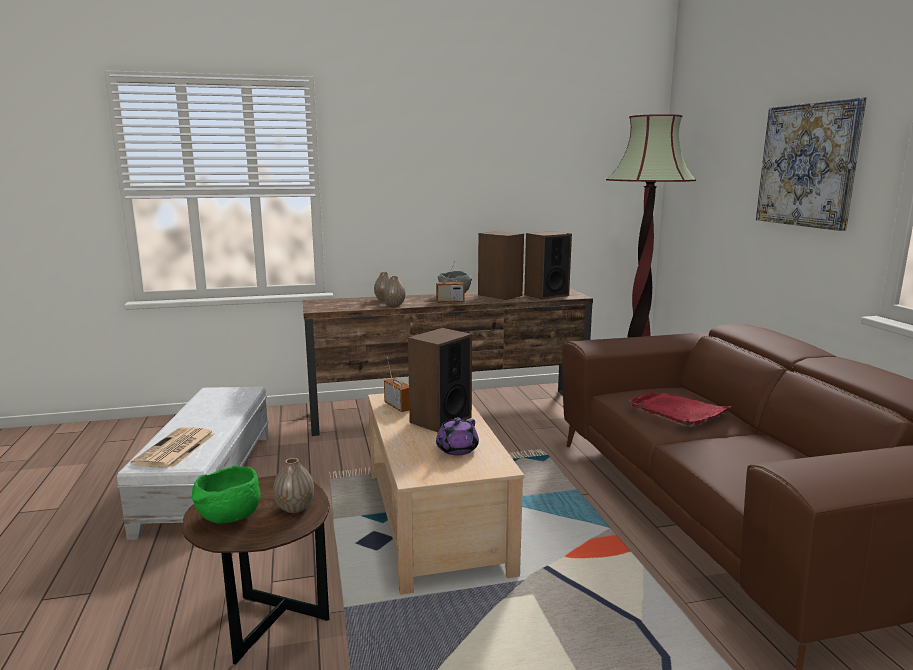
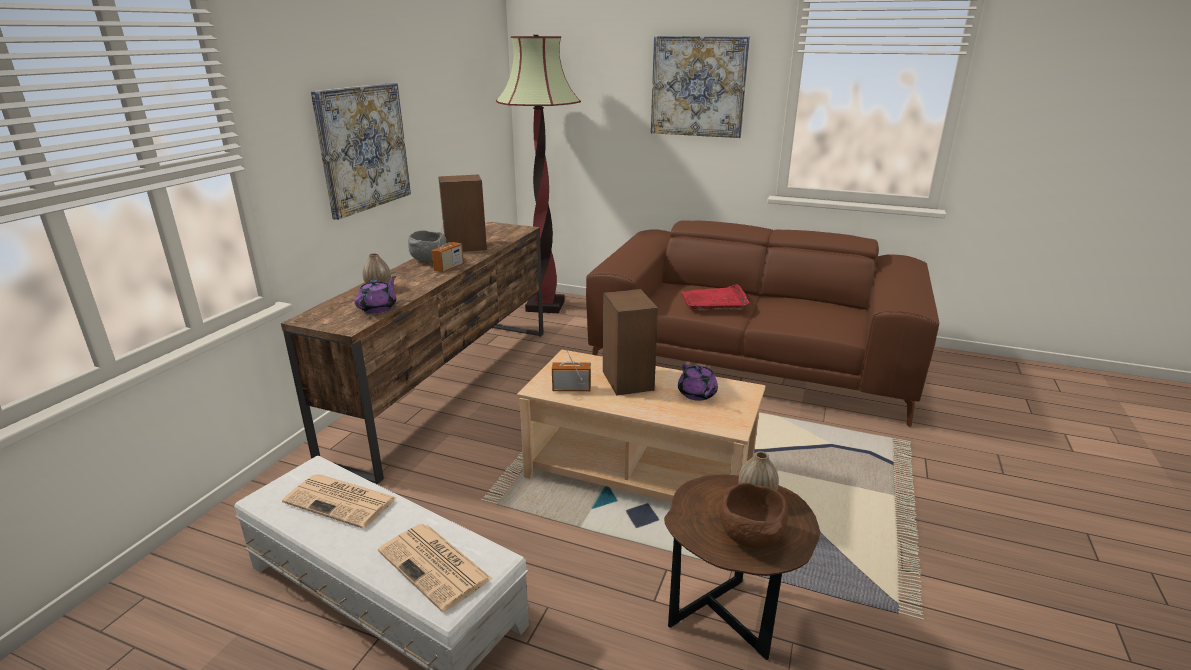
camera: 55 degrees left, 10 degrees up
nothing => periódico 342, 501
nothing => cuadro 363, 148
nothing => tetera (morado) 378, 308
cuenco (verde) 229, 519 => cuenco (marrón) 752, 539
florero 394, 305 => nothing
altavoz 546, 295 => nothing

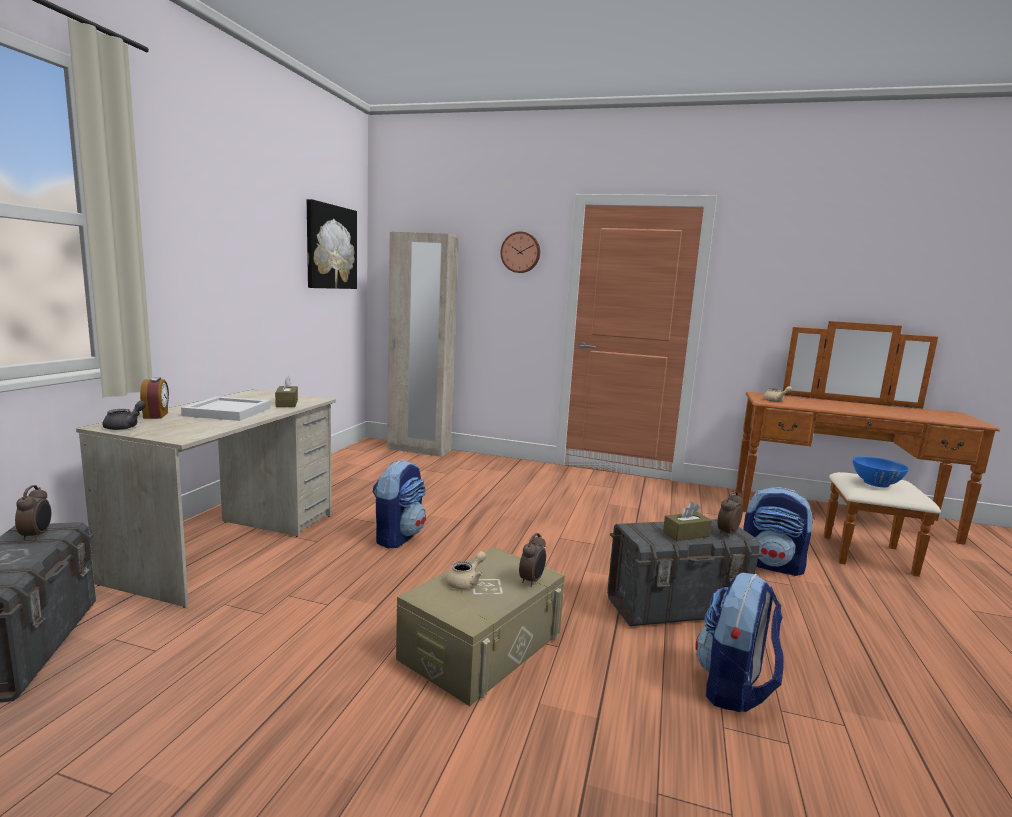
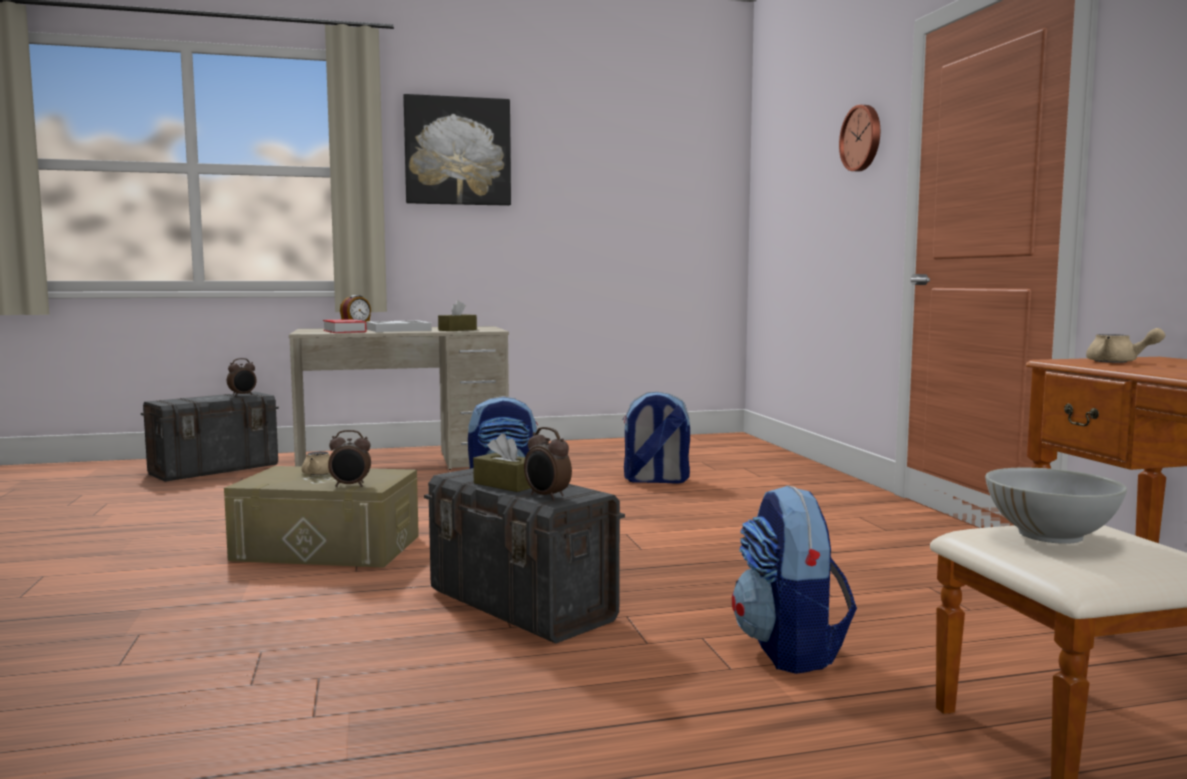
camera: 60 degrees right, 5 degrees down
nothing => libro 344, 331
cuadro 330, 247 => cuadro 457, 151, shifted
despertador 726, 533 => despertador 547, 497, 150 degrees counterclockwise
mochila 734, 688 => mochila 655, 480, shifted
cuenco (azul) 876, 483 => cuenco (blanco) 1051, 535
tetera (gris) 125, 426 => nothing
armario ropero (beis) 418, 450 => nothing

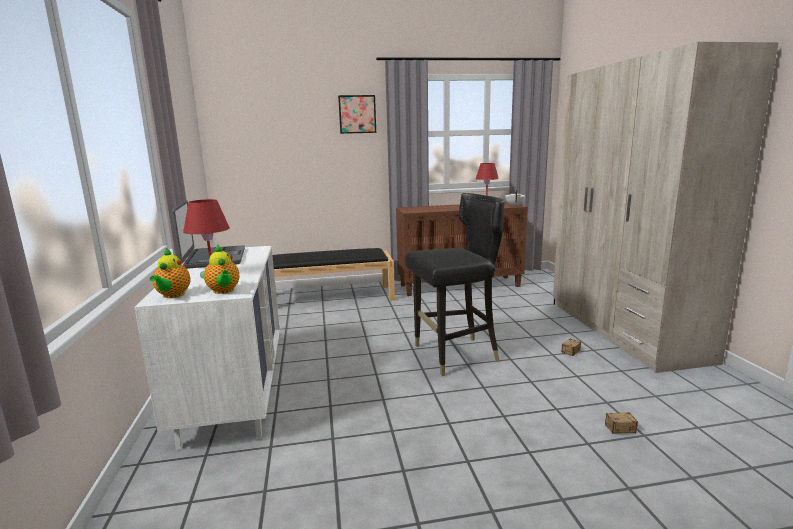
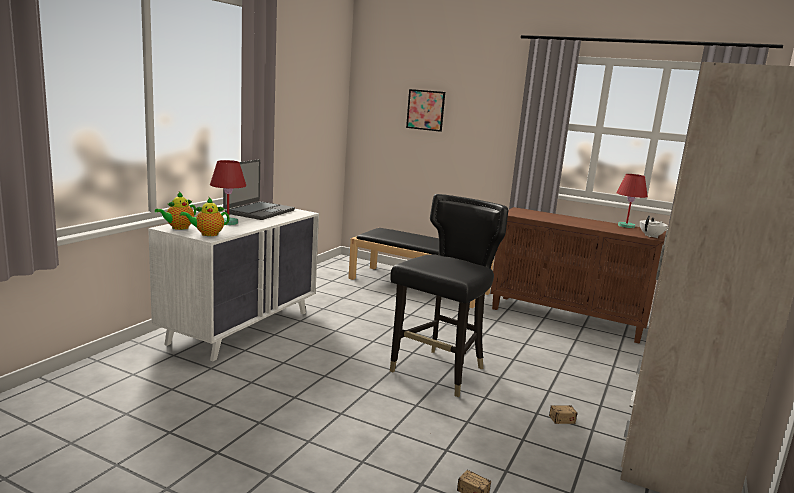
camera: 35 degrees right, 0 degrees up
tetera 224, 291 => tetera 207, 234, 60 degrees clockwise
silla (negro) 455, 355 => silla (negro) 439, 372, 75 degrees counterclockwise
cuadro 357, 114 => cuadro 425, 110, shifted

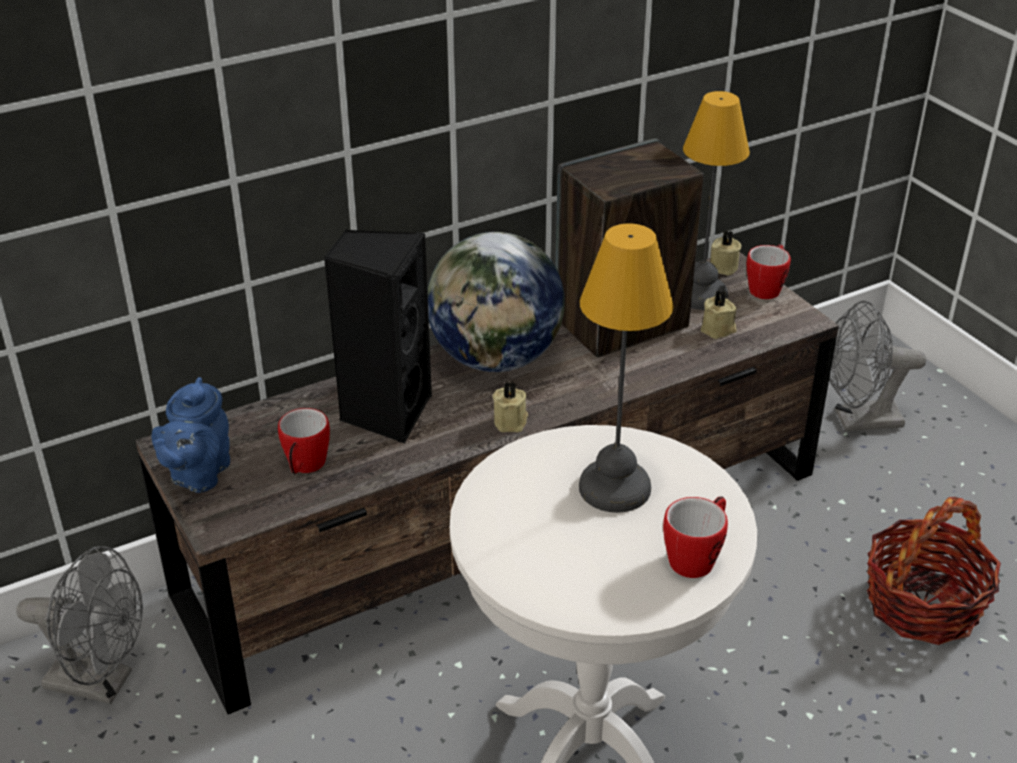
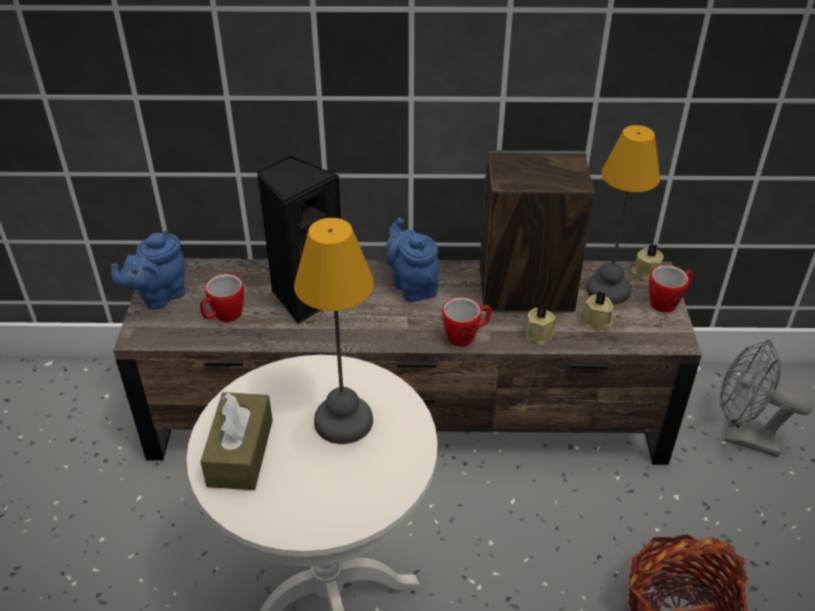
camera: 30 degrees right, 5 degrees up
nothing => caja de pañuelos (marrón) 240, 452
globo terráqueo 496, 359 => tetera (azul) 412, 285
taza grande 697, 557 => taza grande 466, 336, shifted
vela (beis) 511, 421 => vela (beis) 540, 335, shifted
ventilador (gris) 101, 682 => nothing

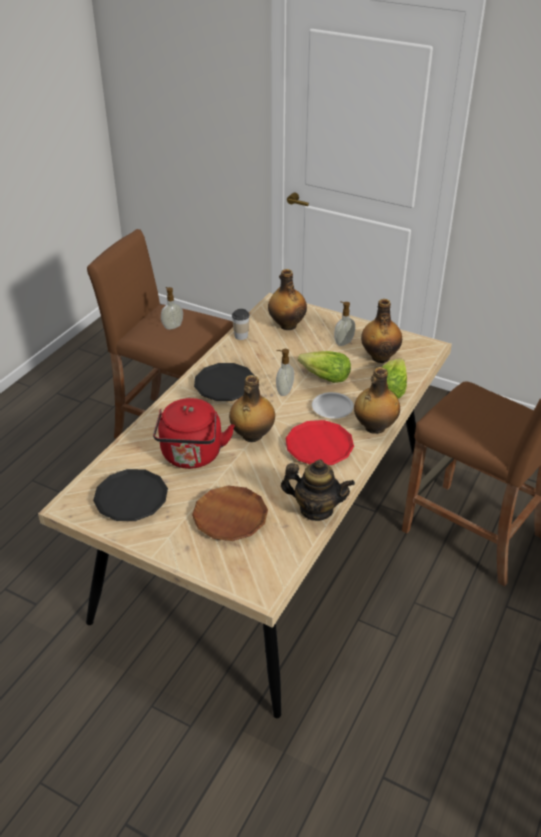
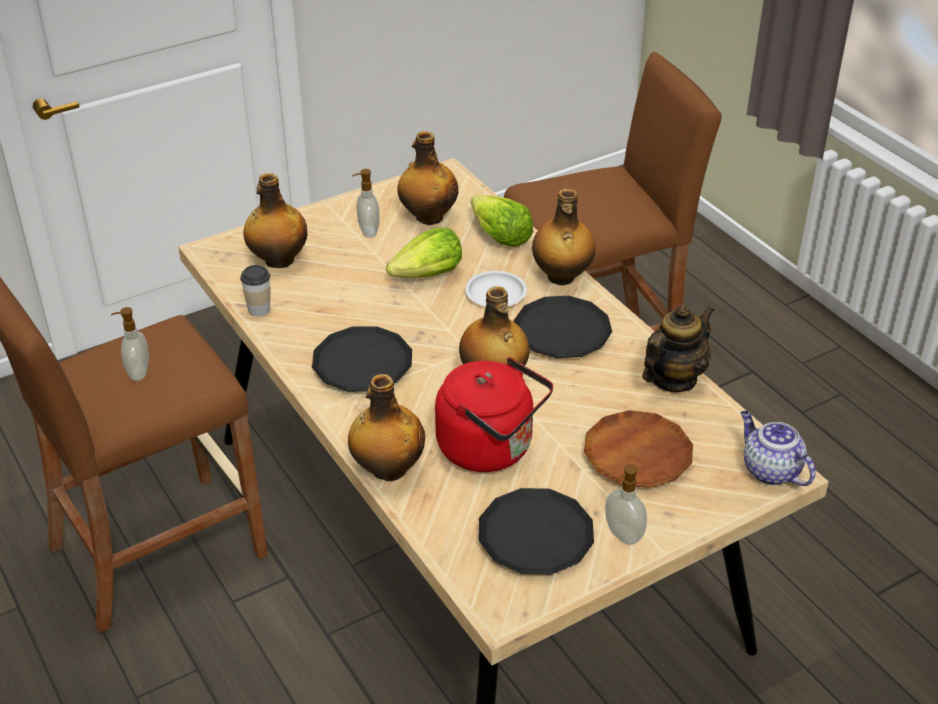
camera: 60 degrees left, 0 degrees up
nothing => botella 387, 469
plato (rojo) 319, 447 => plato (negro) 562, 333
dispensador de jabón 284, 391 => dispensador de jabón 622, 535, shifted
nothing => tetera 769, 470

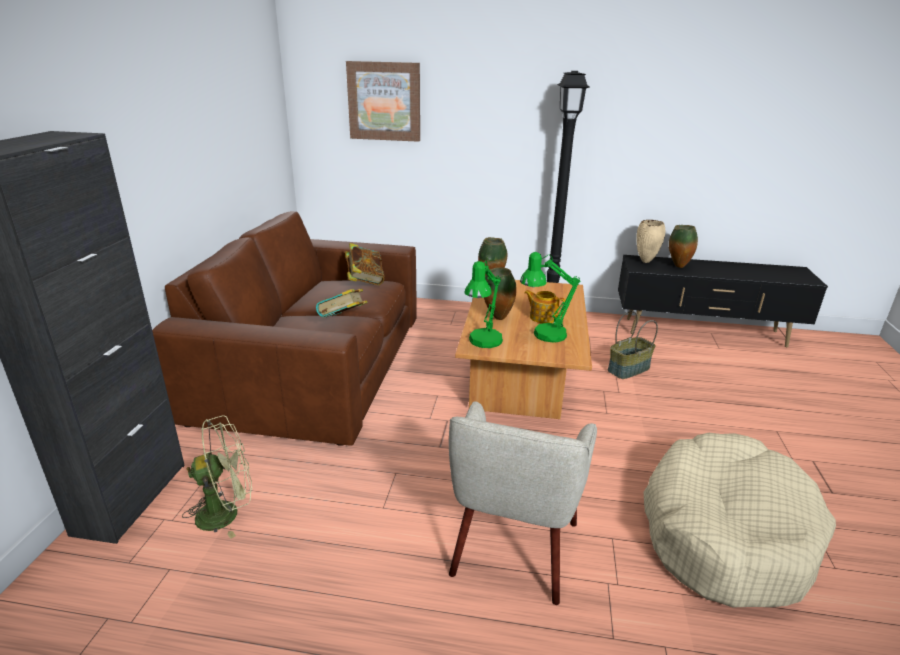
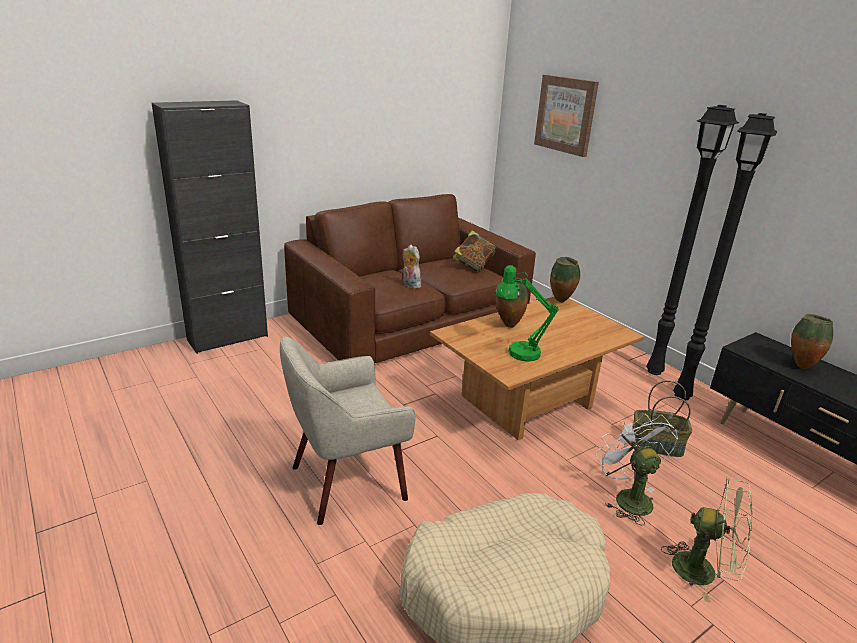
camera: 45 degrees right, 0 degrees up
libro 343, 322 => peluche 410, 285
nothing => ventilador (blanco) 627, 497
ventilador (verde) 227, 512 => ventilador (verde) 704, 571, shifted
nothing => lámpara de pie (negro) 683, 396
lámpara de mesa (verde) 482, 343 => nothing
tetera 543, 317 => nothing
florero (beis) 646, 262 => nothing

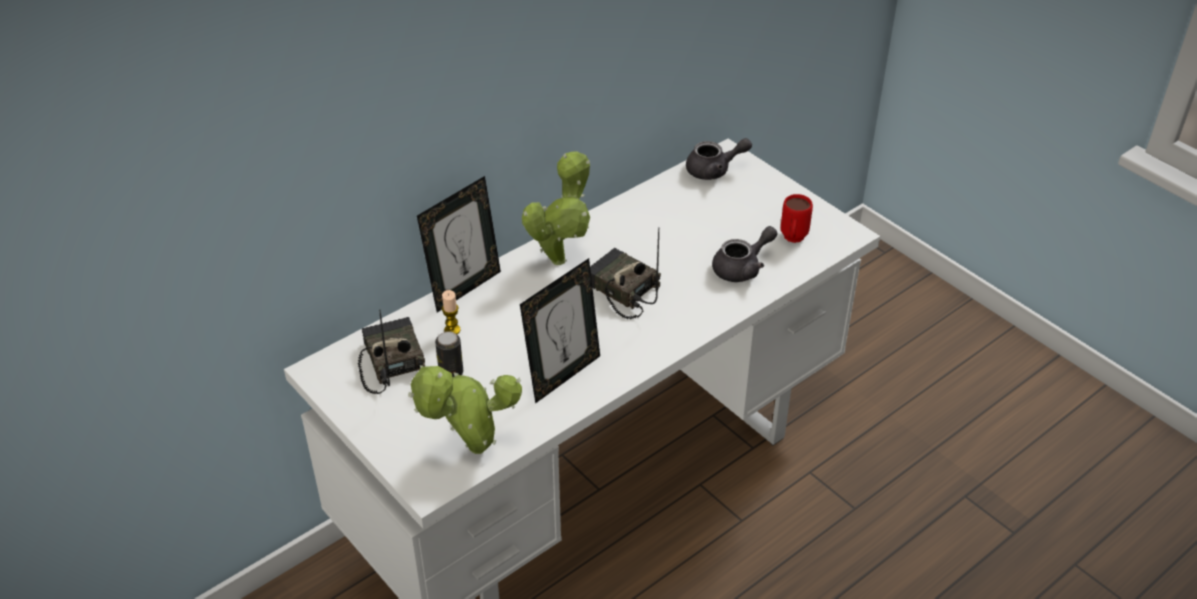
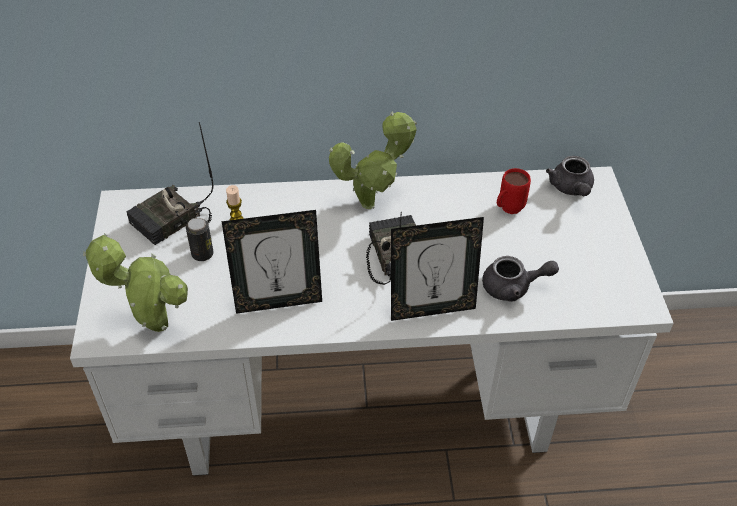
camera: 35 degrees right, 5 degrees up
radio 389, 361 => radio 171, 222, 150 degrees counterclockwise
portarretratos 464, 288 => portarretratos 431, 309, shifted
taza grande (rojo) 793, 240 => taza grande (rojo) 507, 210, shifted
tetera (gris) 714, 170 => tetera (gris) 571, 189, 60 degrees clockwise

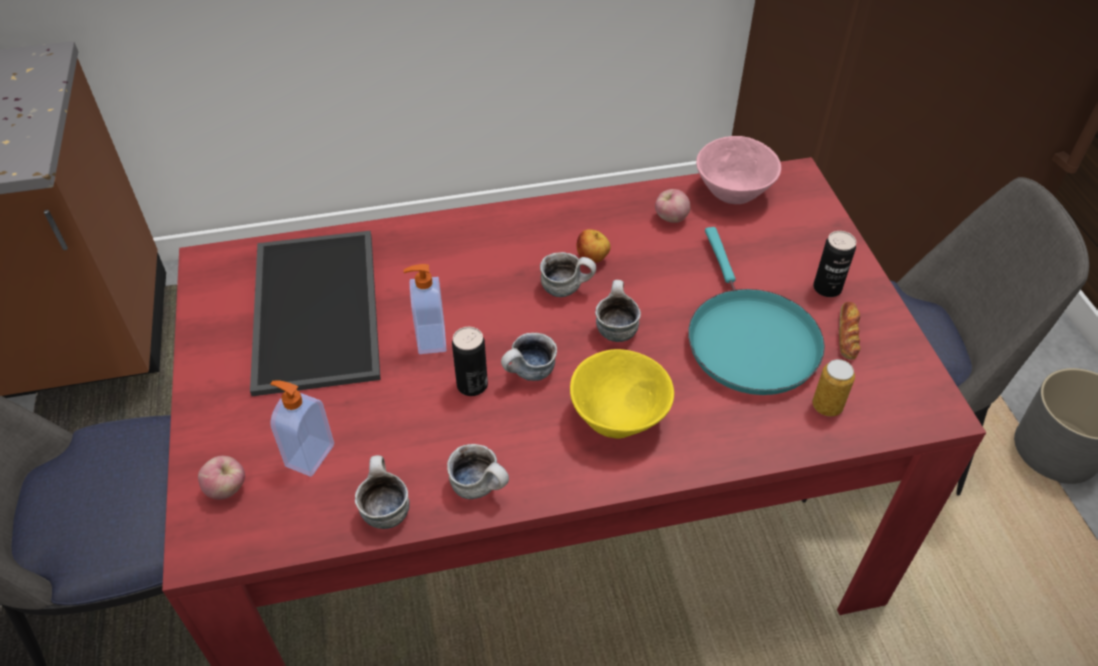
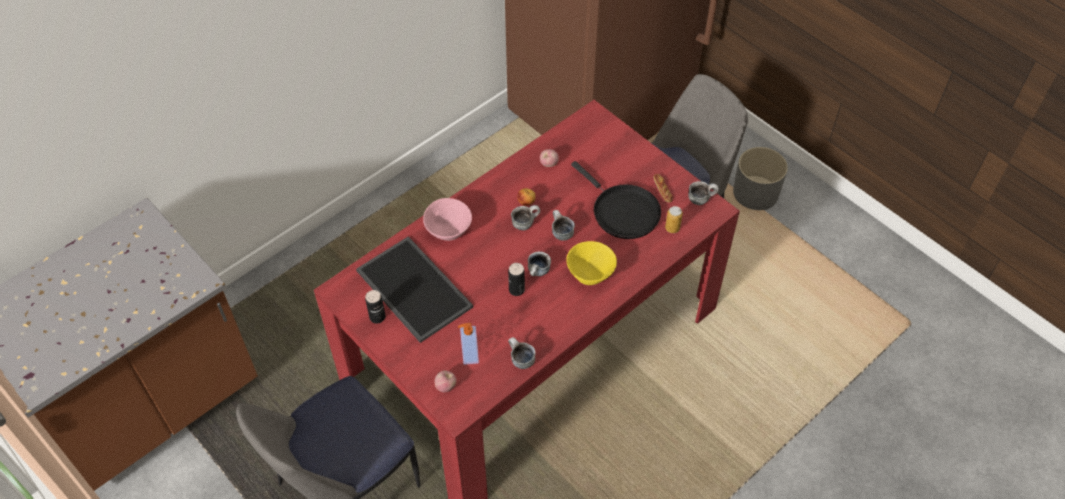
camera: 30 degrees left, 5 degrees up
lata 827, 288 => lata 377, 317, shifted
cuenco (rosa) 730, 193 => cuenco (rosa) 447, 231, shifted
sartén (turquesa) 749, 340 => sartén (negro) 622, 212
taza grande 481, 487 => taza grande 701, 199, shifted
dispensador de jabón 430, 339 => nothing

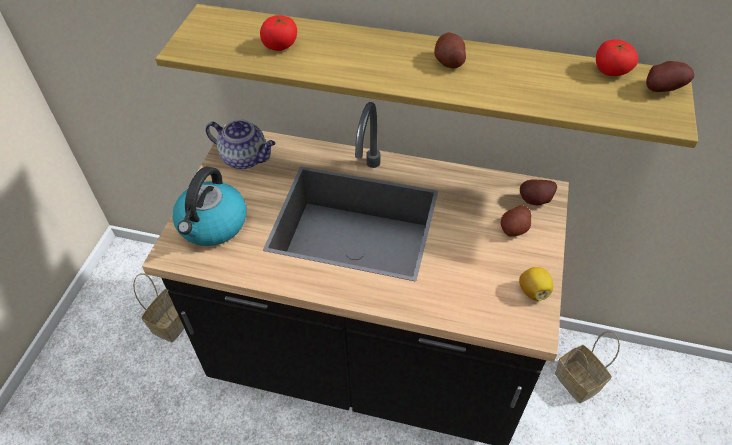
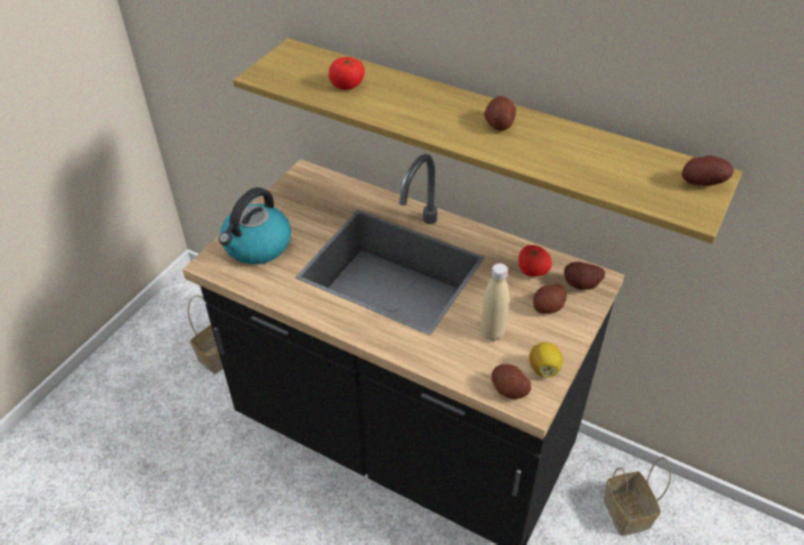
camera: 15 degrees right, 5 degrees down
nothing => botella (beis) 492, 333
nothing => patata 509, 390
tomate 611, 71 => tomate 532, 271, shifted
tetera 246, 158 => nothing

